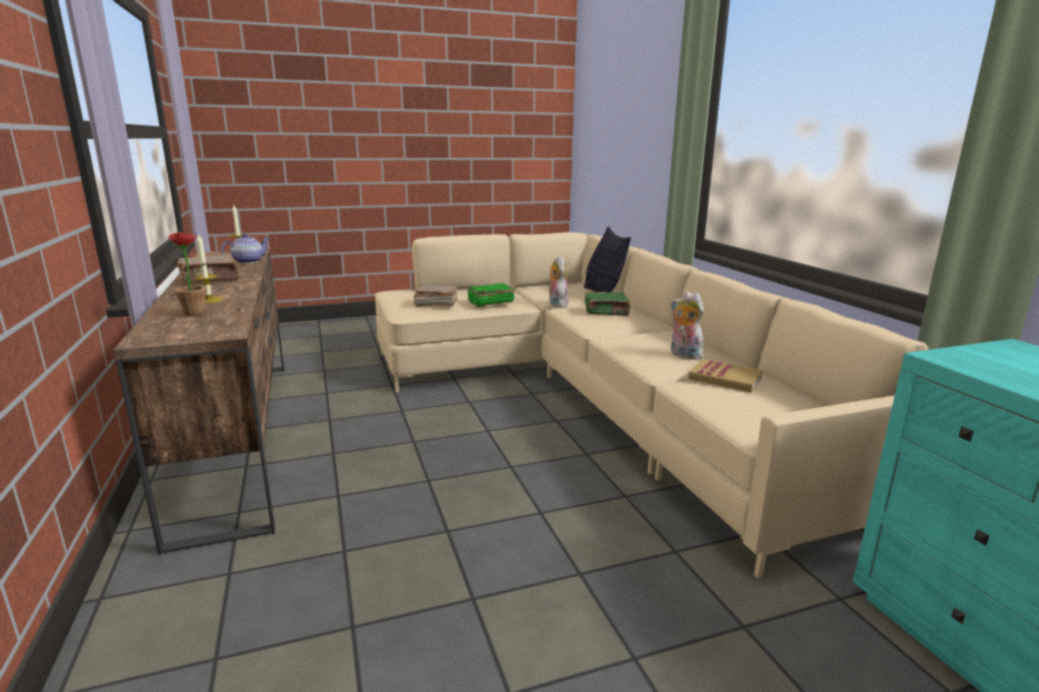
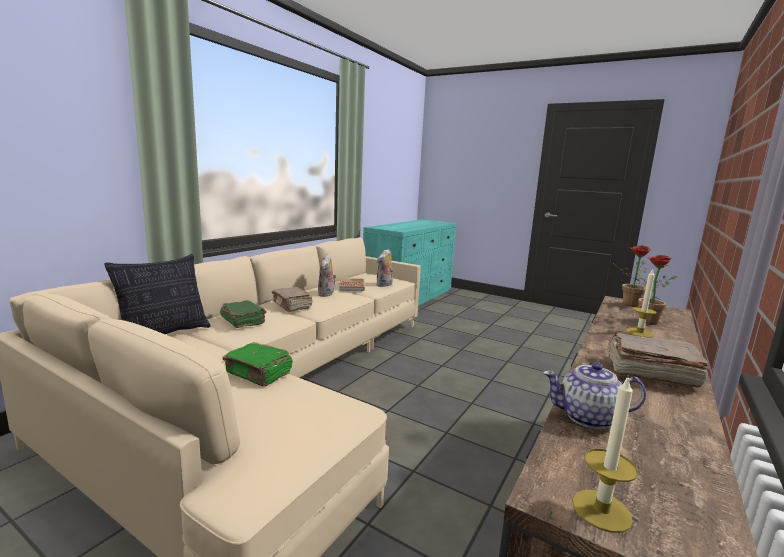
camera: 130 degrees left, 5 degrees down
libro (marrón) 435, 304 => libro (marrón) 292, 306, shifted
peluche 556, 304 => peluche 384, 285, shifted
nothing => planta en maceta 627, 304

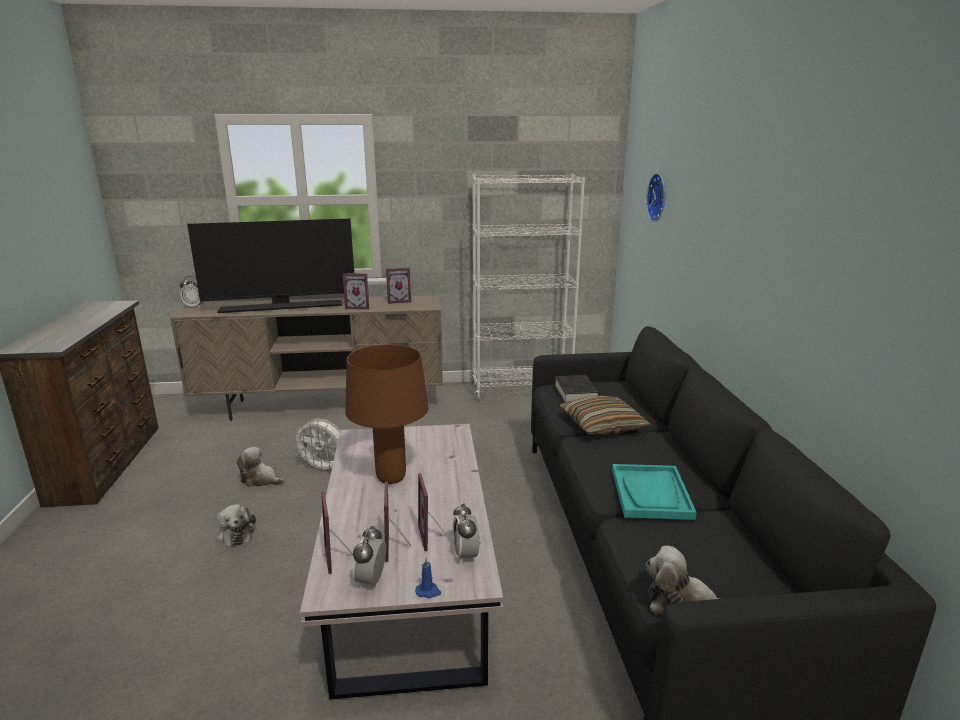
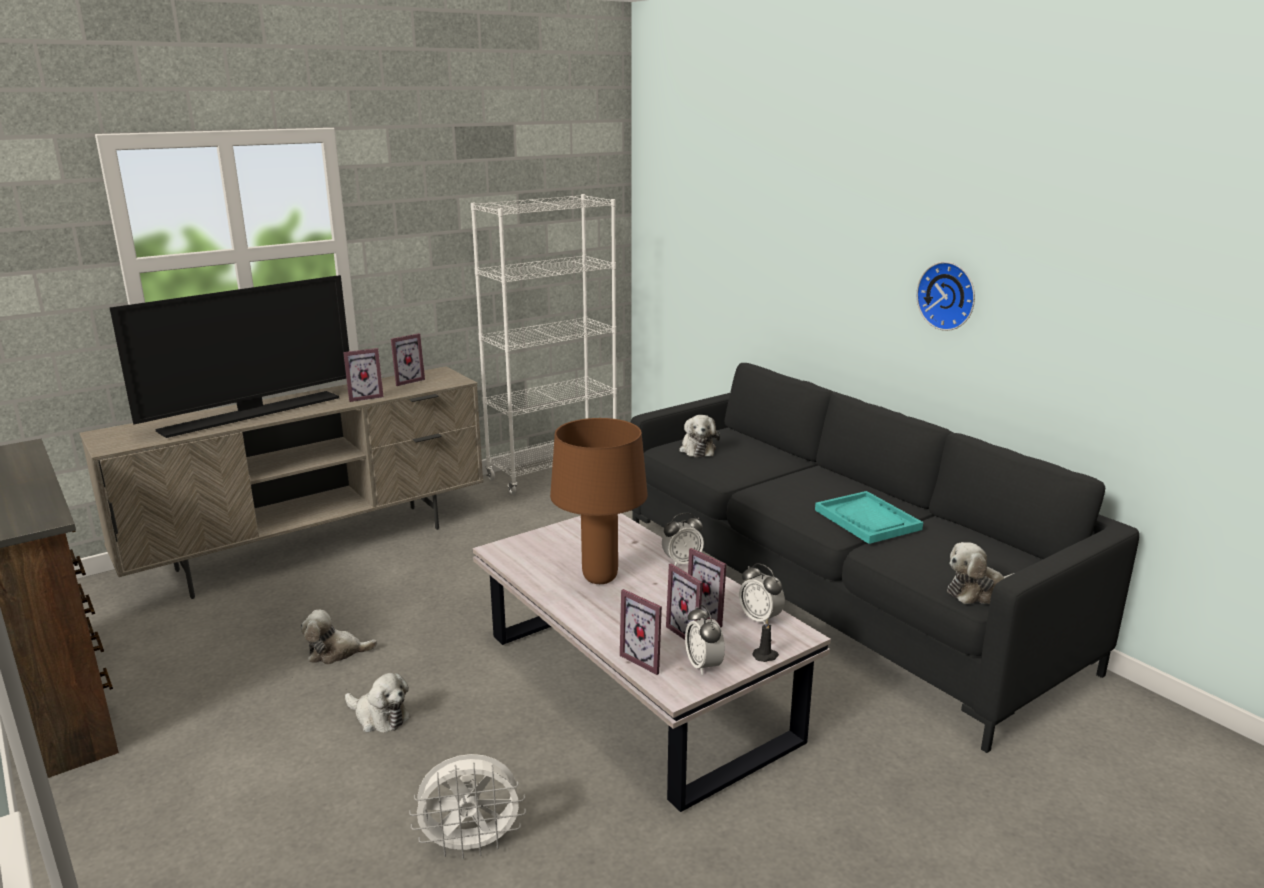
camera: 30 degrees left, 0 degrees up
ventilador (blanco) 324, 468 => ventilador (blanco) 472, 845, shifted
despertador 195, 306 => despertador 682, 562, shifted
libro (negro) 576, 393 => peluche 697, 449
vela (azul) 428, 591 => vela (negro) 766, 656
reloj de pared 659, 197 => reloj de pared 948, 295, shifted
cojín 602, 425 => nothing

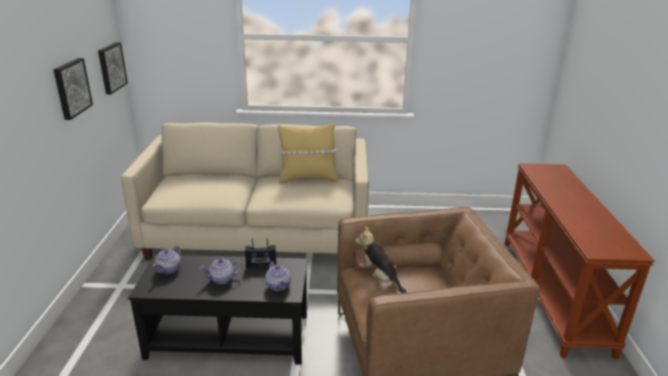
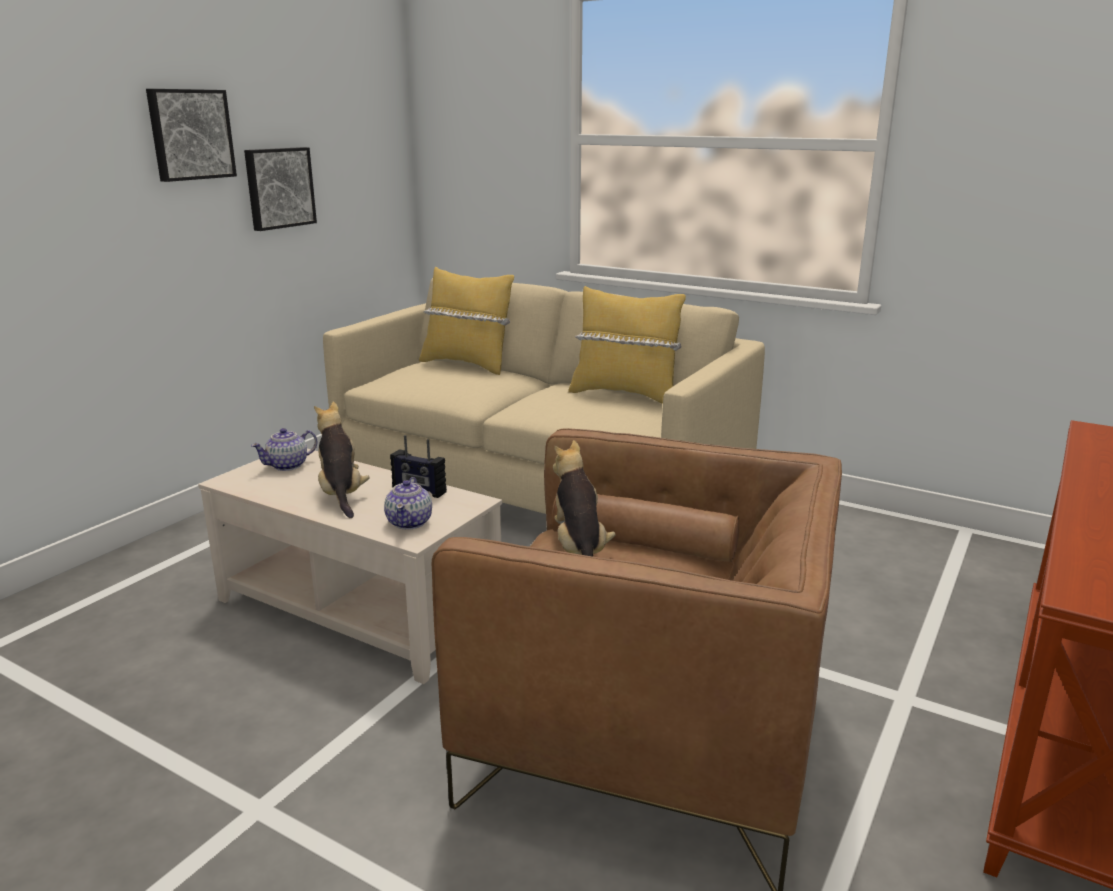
camera: 30 degrees right, 5 degrees down
cuadro 111, 67 => cuadro 190, 134, shifted
mesa de centro (negro) 229, 336 => mesa de centro (beis) 358, 609
tetera 222, 279 => peluche 341, 494
nothing => cojín (amarillo) 467, 364

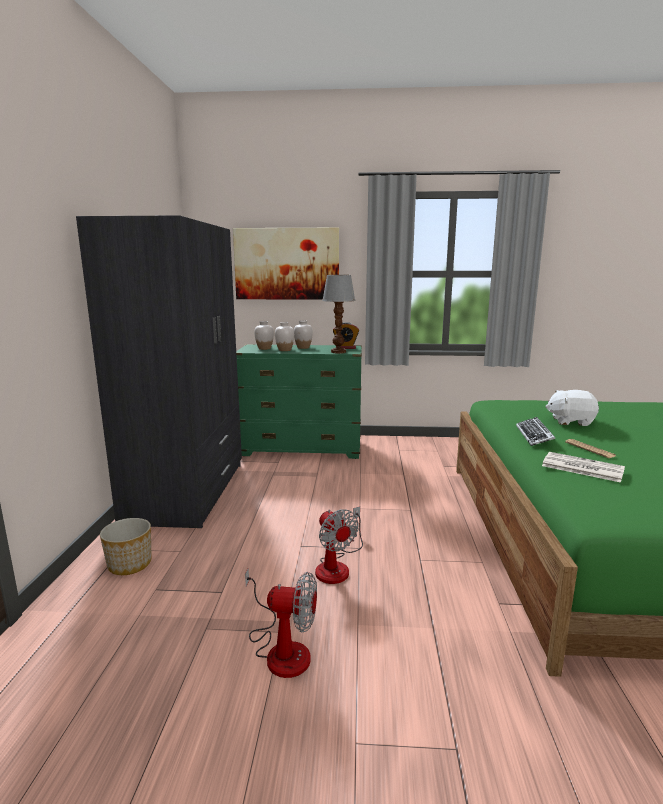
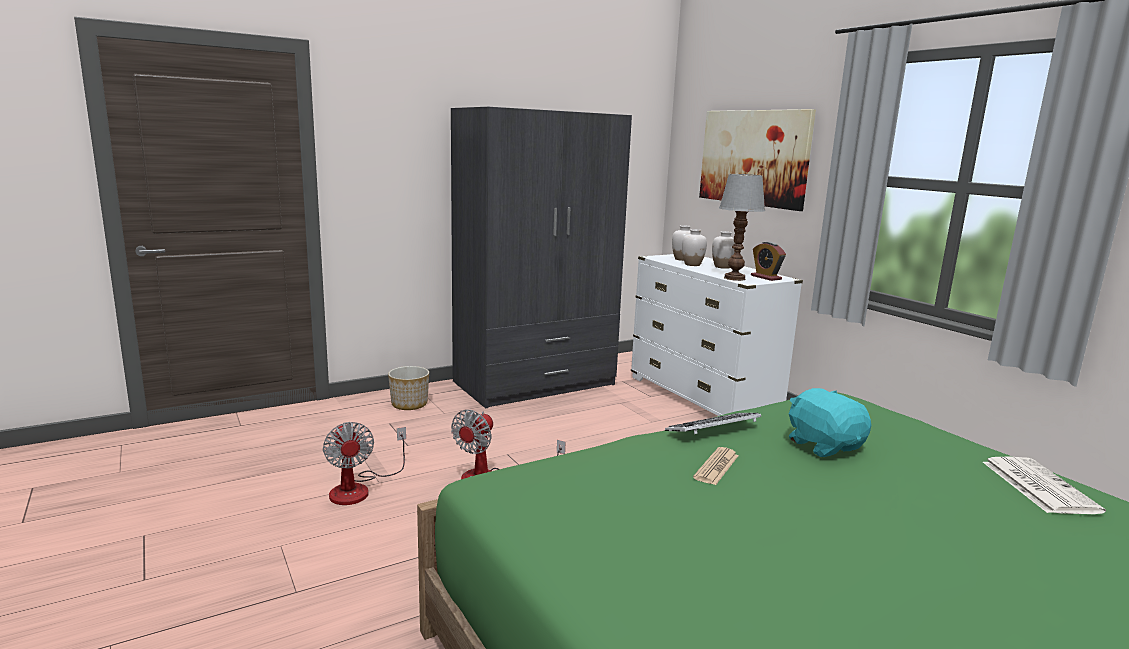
camera: 55 degrees right, 0 degrees up
cómoda (verde) 302, 449 => cómoda (blanco) 702, 397
peluche (blanco) 570, 421 => peluche (turquesa) 824, 445
periódico 581, 467 => periódico 1037, 485, shifted

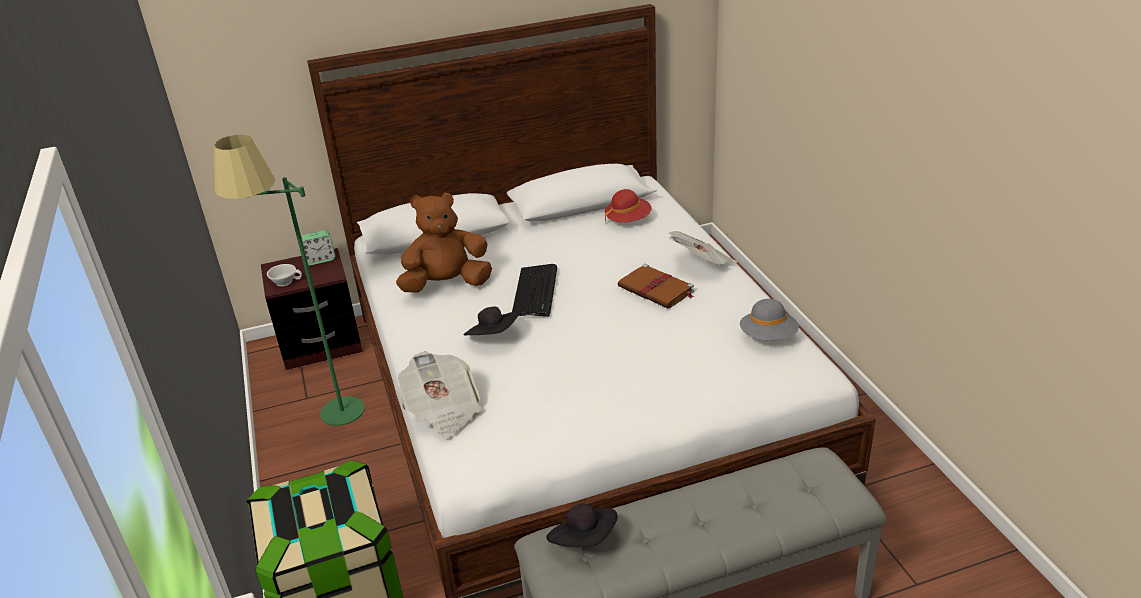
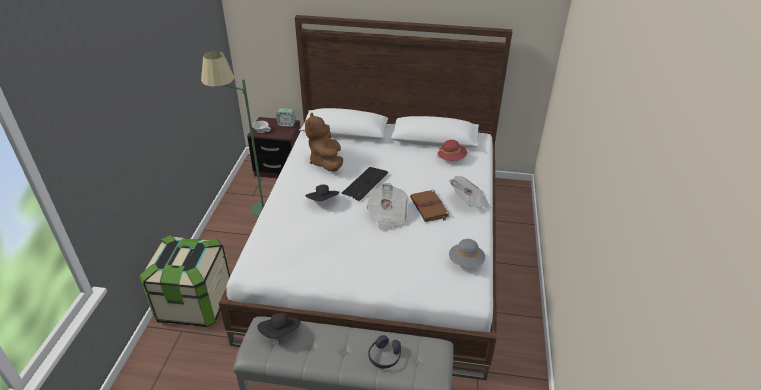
camera: 25 degrees right, 5 degrees up
peluche (marrón) 447, 284 => peluche (marrón) 326, 162, 105 degrees counterclockwise
periódico 443, 411 => periódico 387, 216, shifted
nothing => auriculares (morado) 384, 356

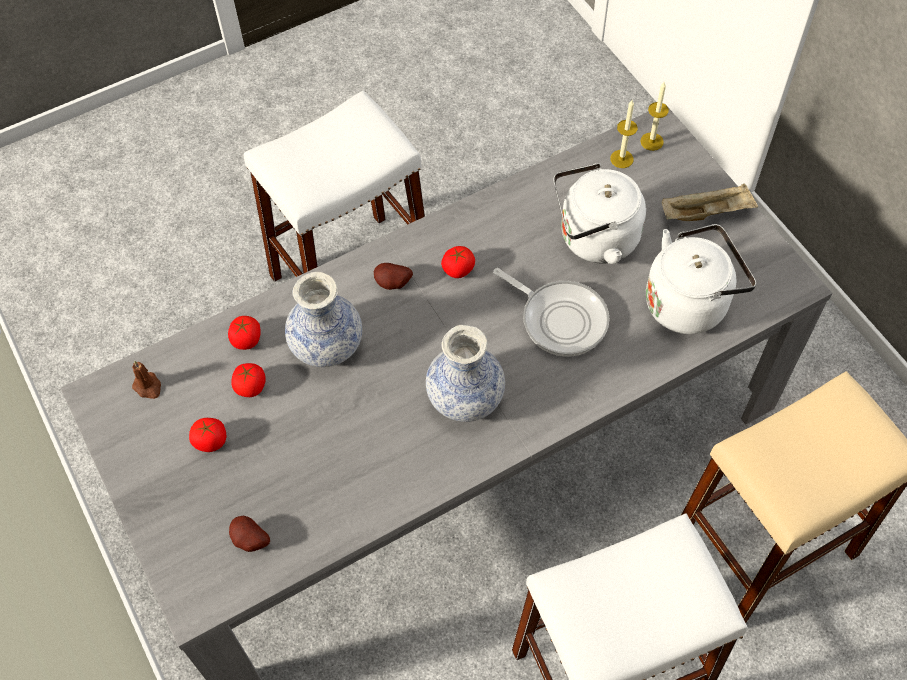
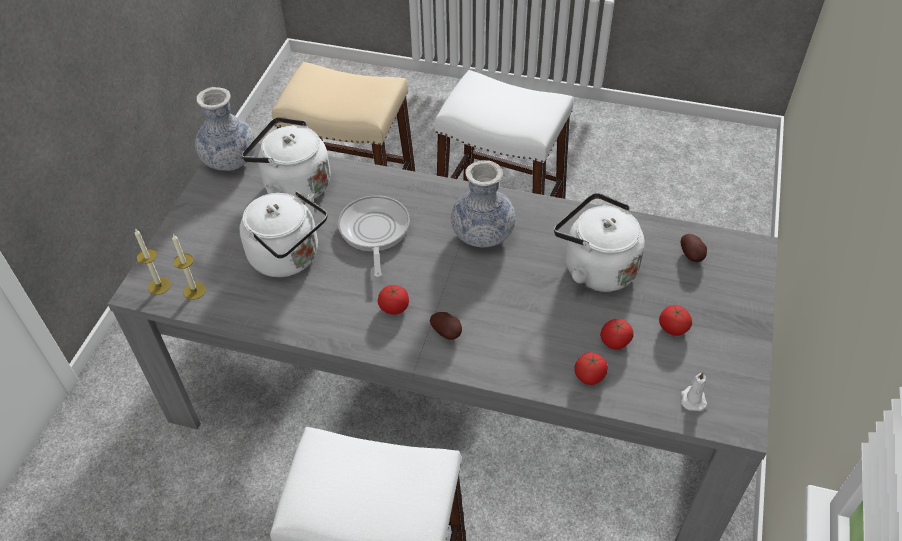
camera: 135 degrees left, 10 degrees down
florero 327, 345 => florero 230, 160, shifted
nothing => hervidor (blanco) 595, 267
vela (marrón) 148, 387 => vela (blanco) 692, 398
bandeja (beis) 707, 212 => nothing

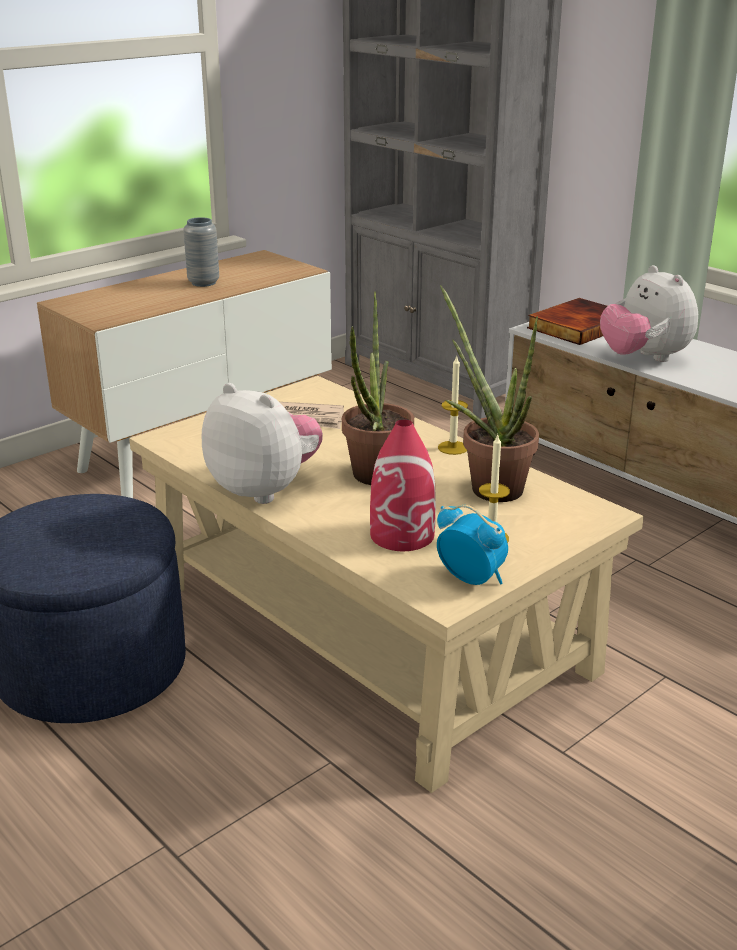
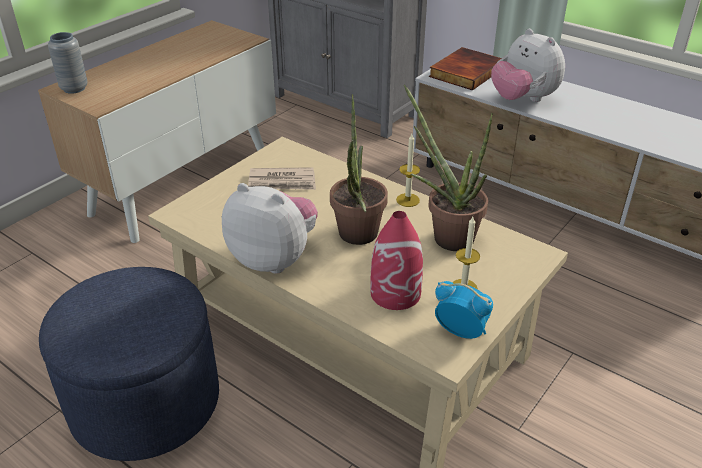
camera: 10 degrees left, 10 degrees up
florero (gris) 203, 283 => florero (gris) 74, 89, shifted

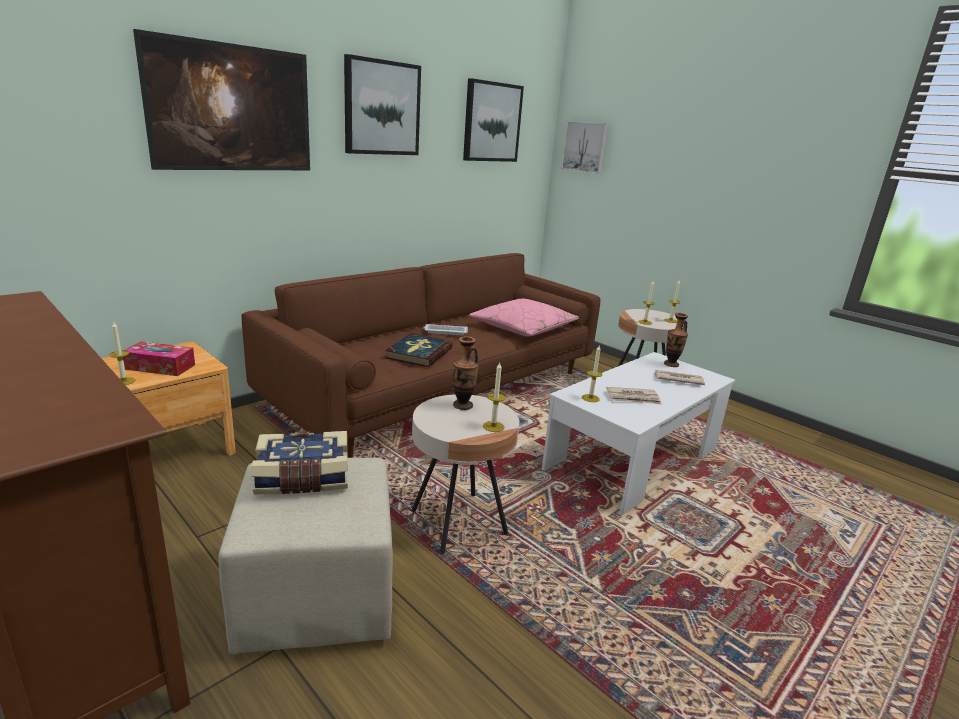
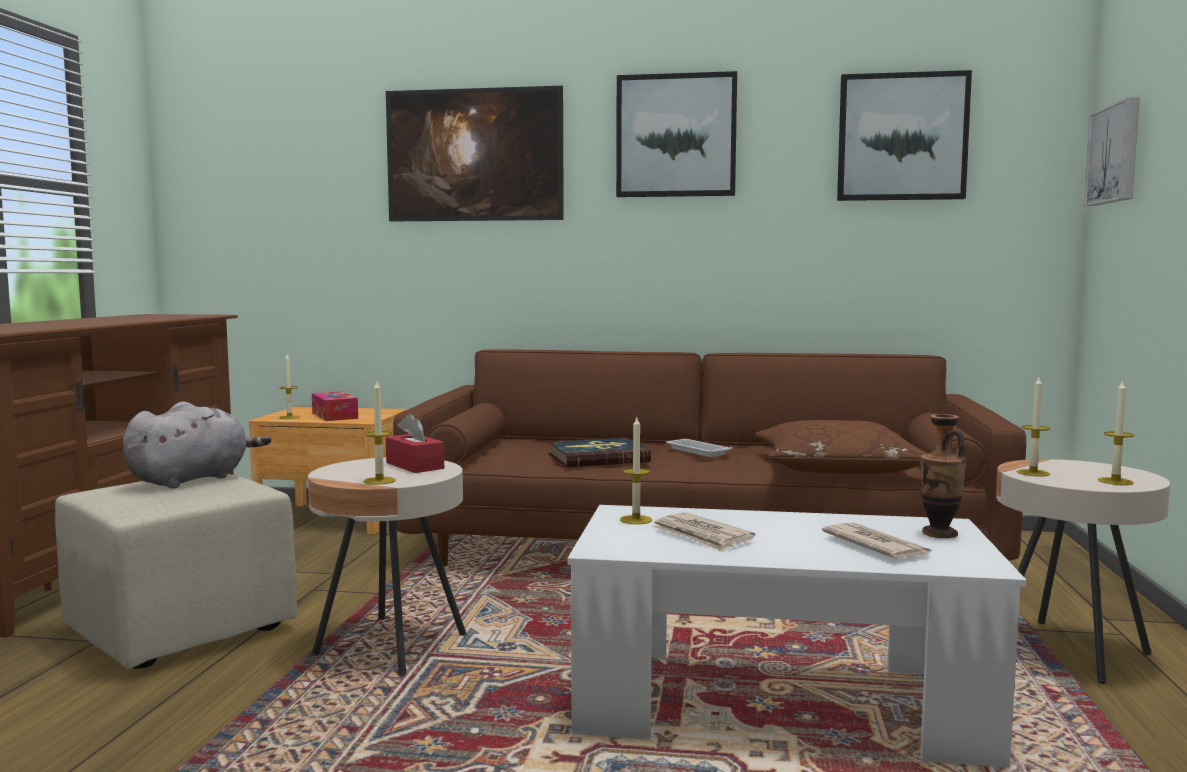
camera: 55 degrees right, 15 degrees down
libro 303, 478 => peluche (gris) 193, 479
florero 462, 405 => caja de pañuelos (rojo) 414, 465
cojín (rosa) 523, 328 => cojín (marrón) 838, 468

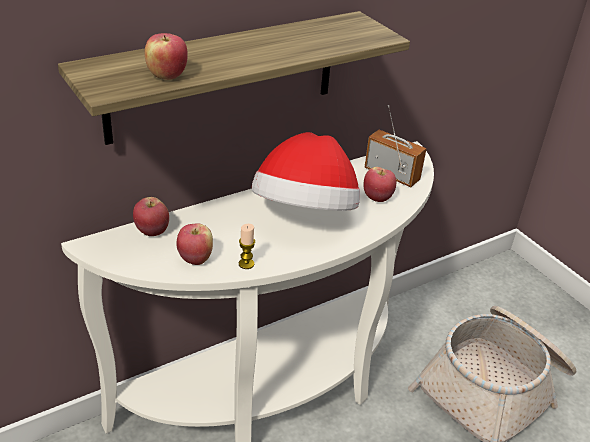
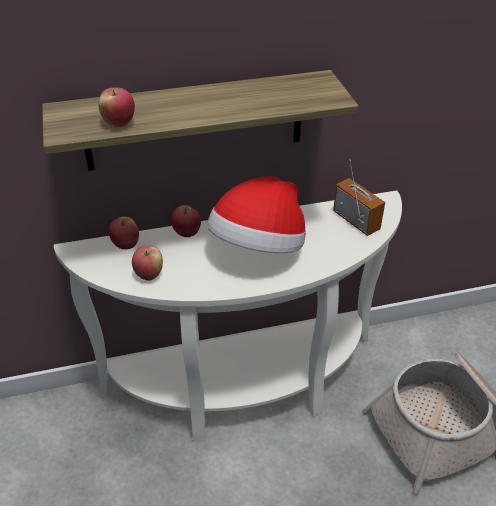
camera: 20 degrees right, 5 degrees up
manzana 377, 198 => manzana 187, 233, shifted
vela 246, 264 => nothing

